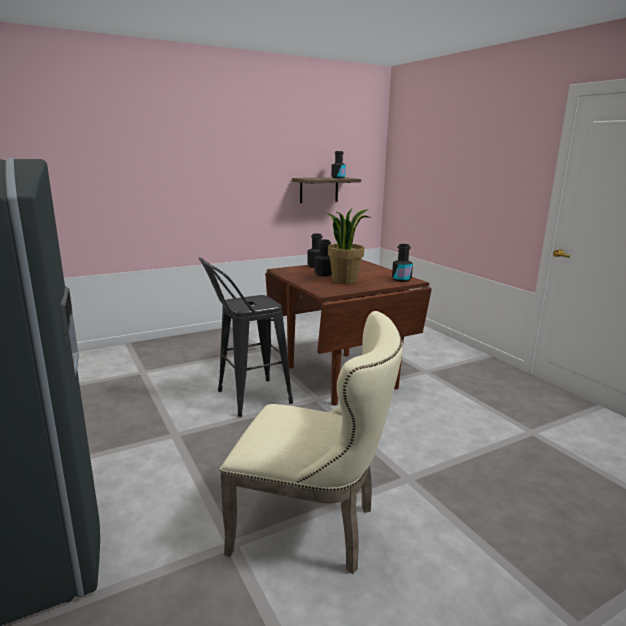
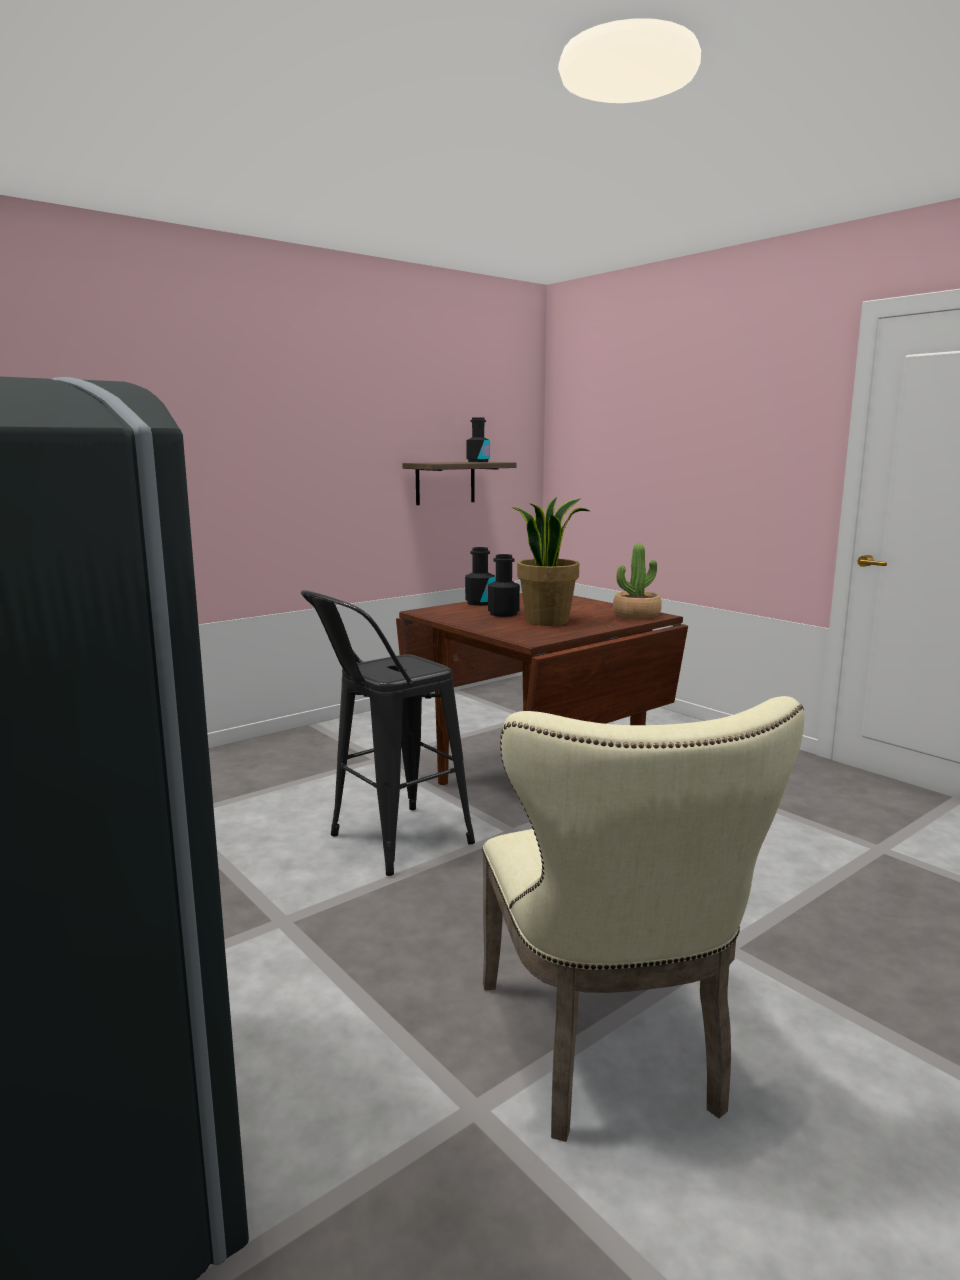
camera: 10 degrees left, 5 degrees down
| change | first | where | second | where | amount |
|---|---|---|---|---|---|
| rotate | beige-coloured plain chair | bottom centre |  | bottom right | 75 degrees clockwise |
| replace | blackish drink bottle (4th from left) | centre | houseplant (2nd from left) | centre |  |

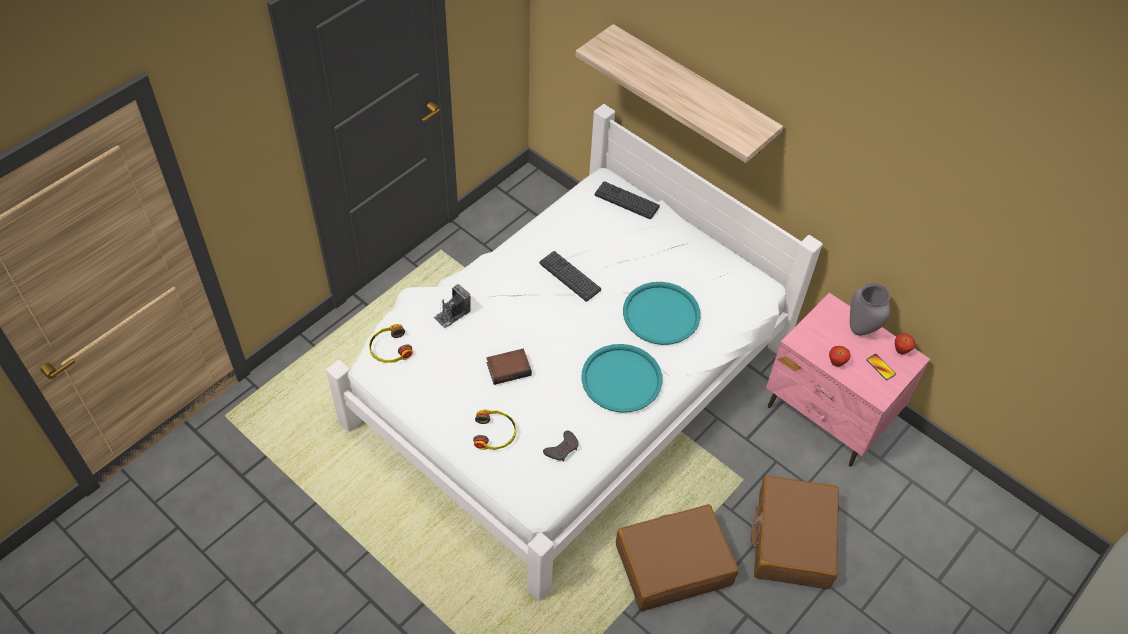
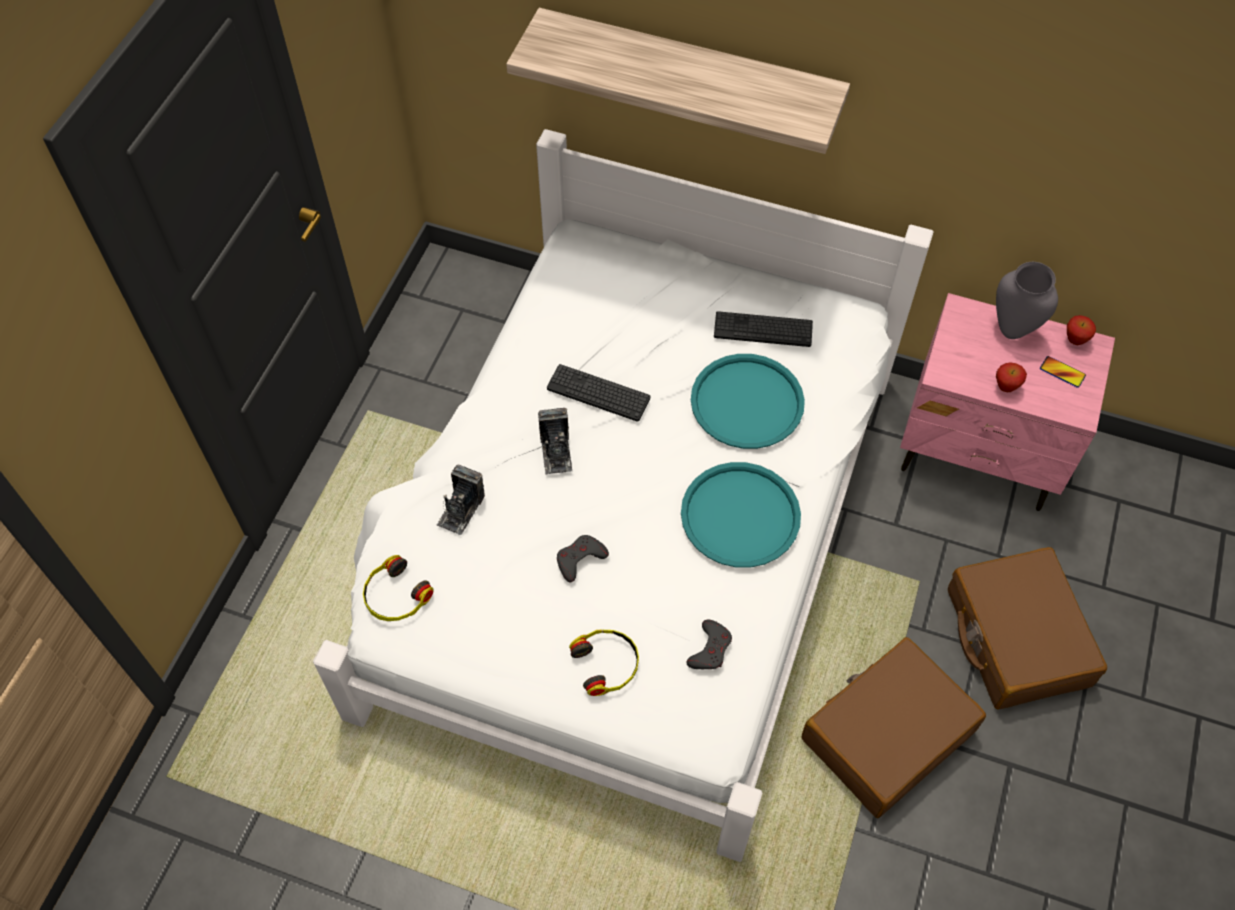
camera: 20 degrees left, 5 degrees up
| change | first | where | second | where | amount |
|---|---|---|---|---|---|
| insert |  |  | still camera (2nd from left) | centre |  |
| replace | volume | centre | gray game controller (1st from left) | centre |  |
| move | keyboard (2nd from left) | top centre |  | centre |  |

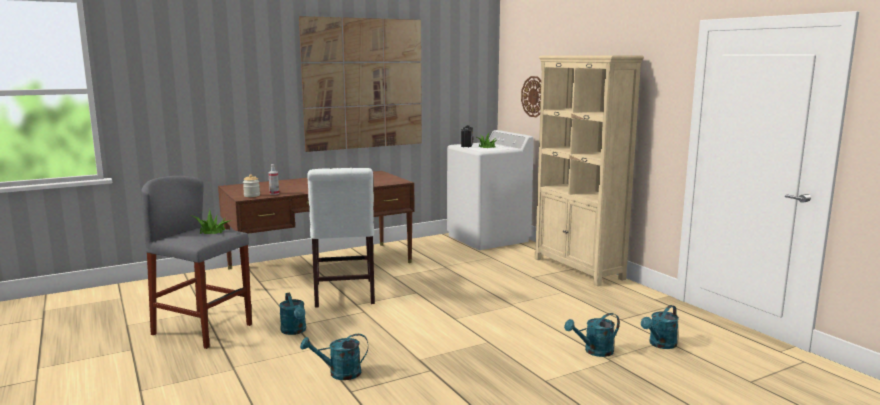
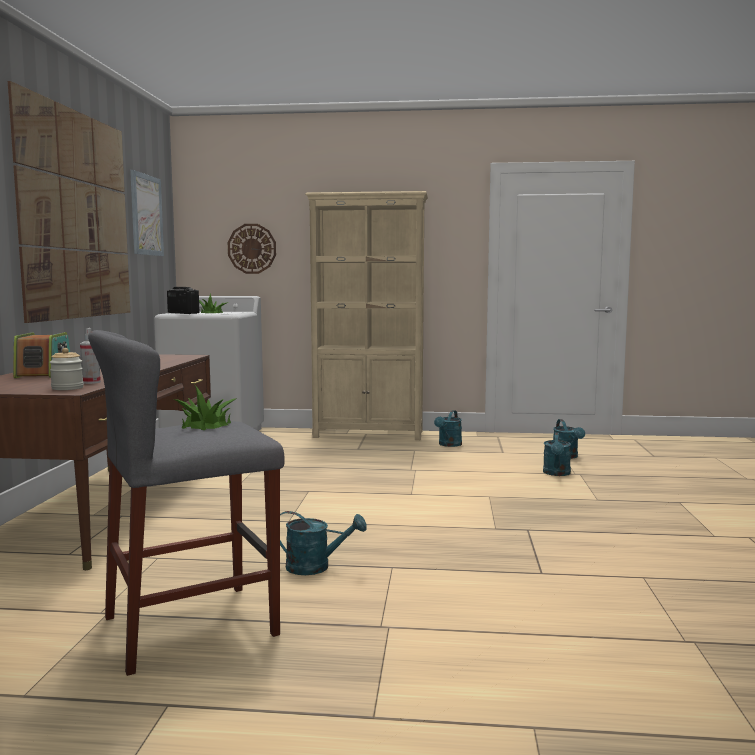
camera: 55 degrees left, 5 degrees down
| change | first | where | second | where | amount |
|---|---|---|---|---|---|
| insert |  |  | radio set (1st from left) | middle left |  |
| insert |  |  | wall picture (2nd from left) | top left |  |
| move | blue-green watering pot (2nd from left) | bottom centre |  | centre |  |
| delete | white-coloured plain chair | centre |  |  |  |

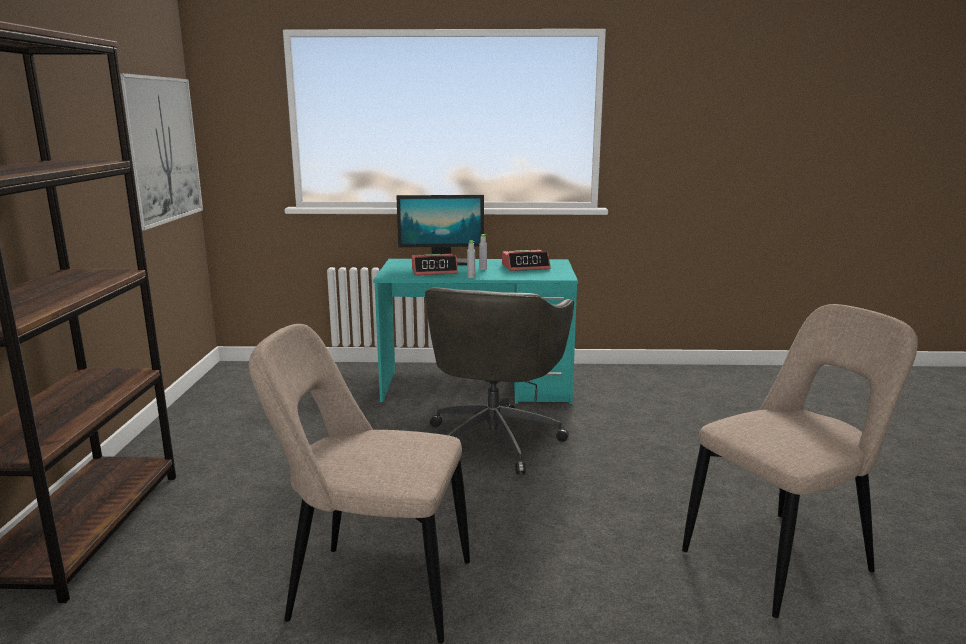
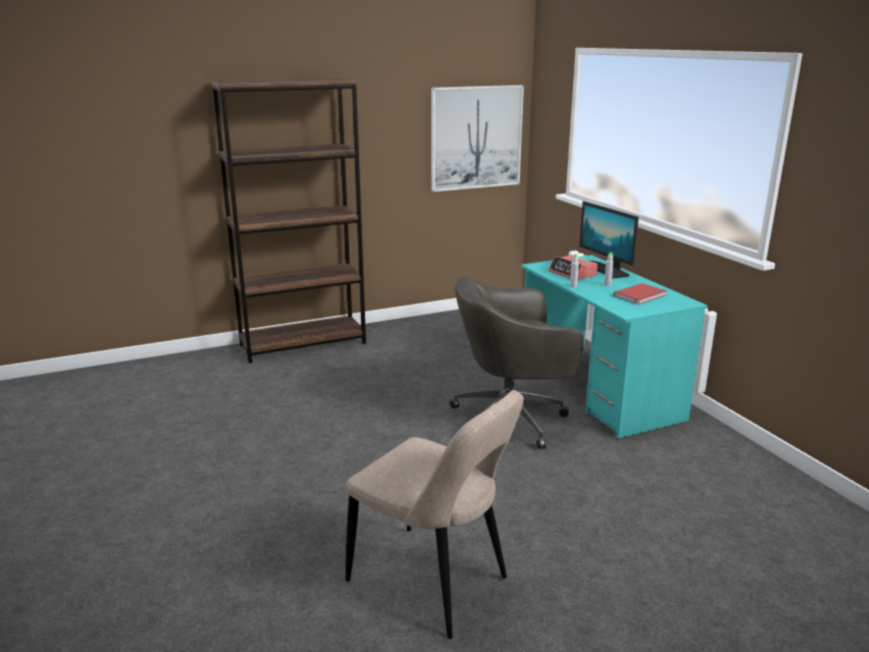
camera: 65 degrees right, 5 degrees up
| change | first | where | second | where | amount |
|---|---|---|---|---|---|
| replace | alarm clock (2nd from left) | centre | red-coloured volume | middle right |  |
| delete | beige-coloured plain chair (1st from left) | bottom centre |  |  |  |

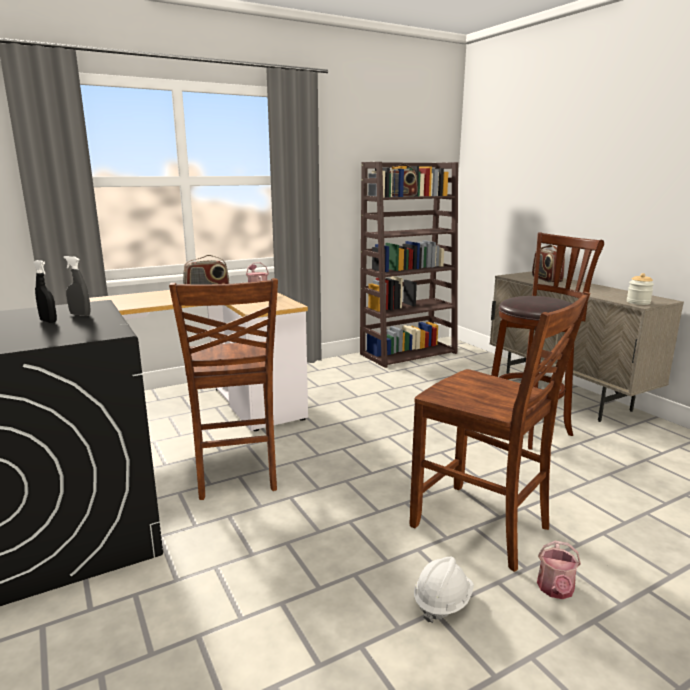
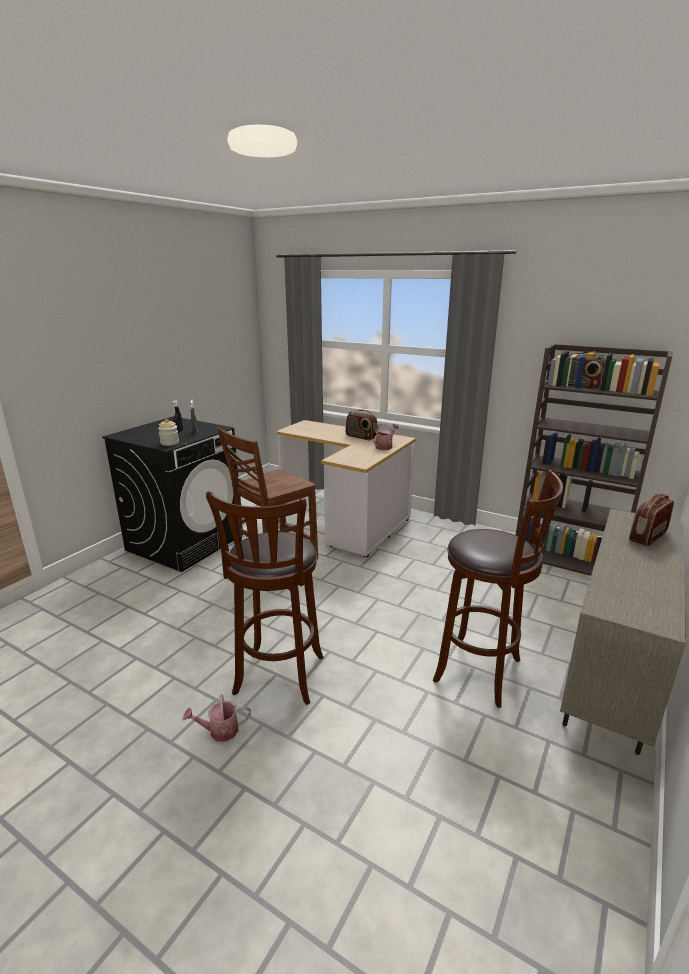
camera: 60 degrees right, 5 degrees up
| change | first | where | second | where | amount |
|---|---|---|---|---|---|
| move | preserve jar | middle right |  | middle left |  |
| replace | brownish plain chair (2nd from left) | middle right | brownish sitting stool (1st from left) | centre |  |
| delete | white-coloured hard hat | bottom centre |  |  |  |

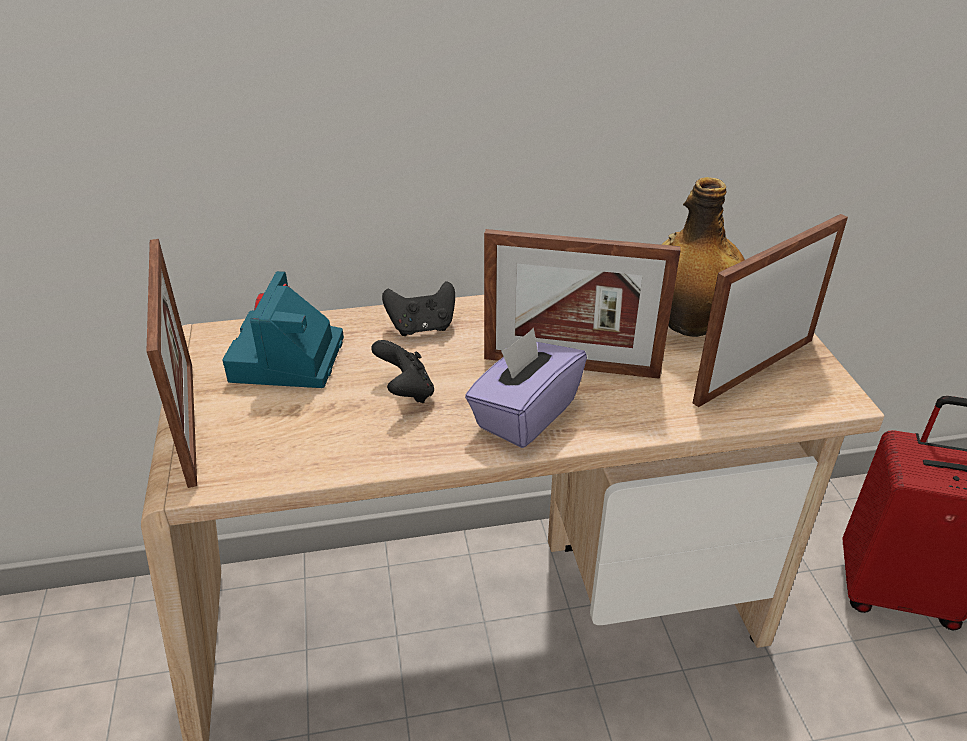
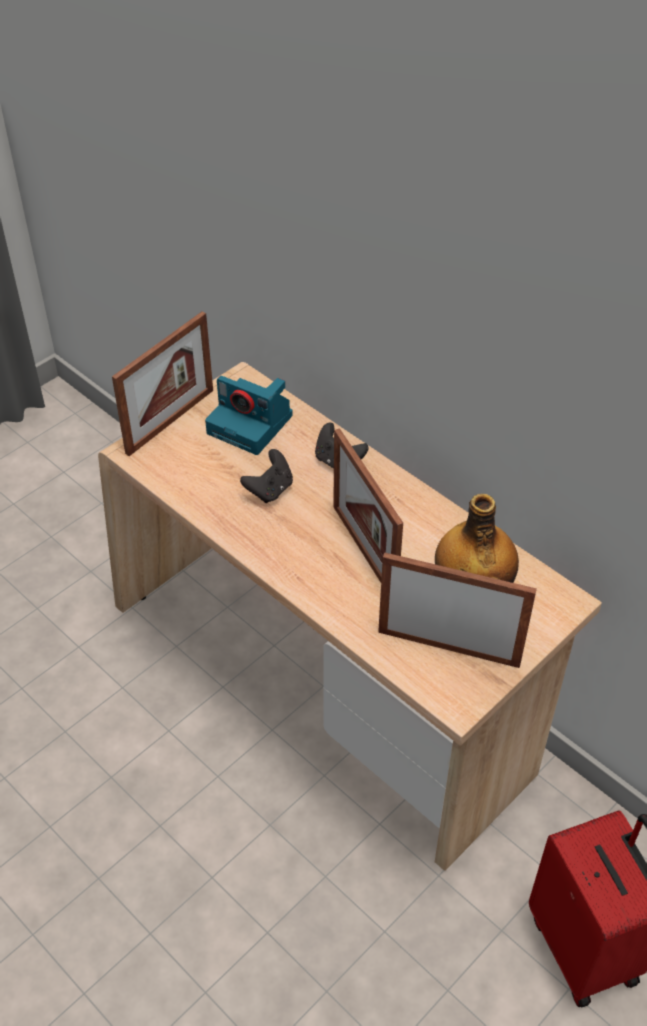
camera: 55 degrees right, 10 degrees up
| change | first | where | second | where | amount |
|---|---|---|---|---|---|
| rotate | still camera | middle left |  | centre | 120 degrees counterclockwise |
| delete | purple-coloured box of tissues | centre |  |  |  |

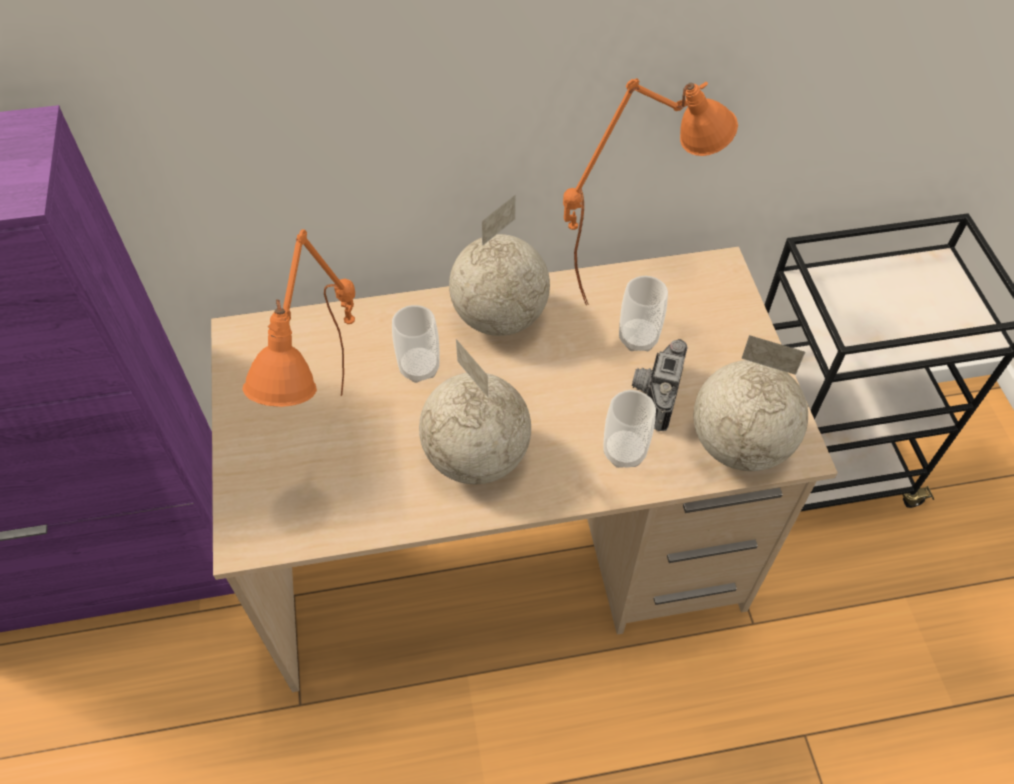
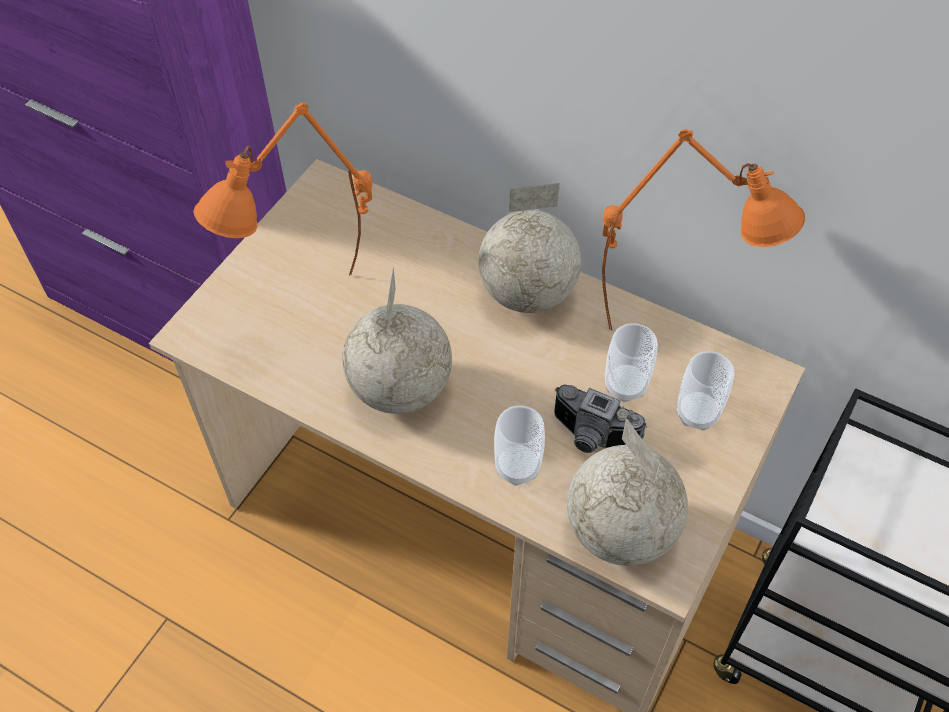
camera: 40 degrees right, 0 degrees up
| change | first | where | second | where | amount |
|---|---|---|---|---|---|
| rotate | still camera | centre |  | centre | 120 degrees counterclockwise |
| move | small cup (1st from left in the first image) | centre | small cup (3rd from left) | middle right |  |

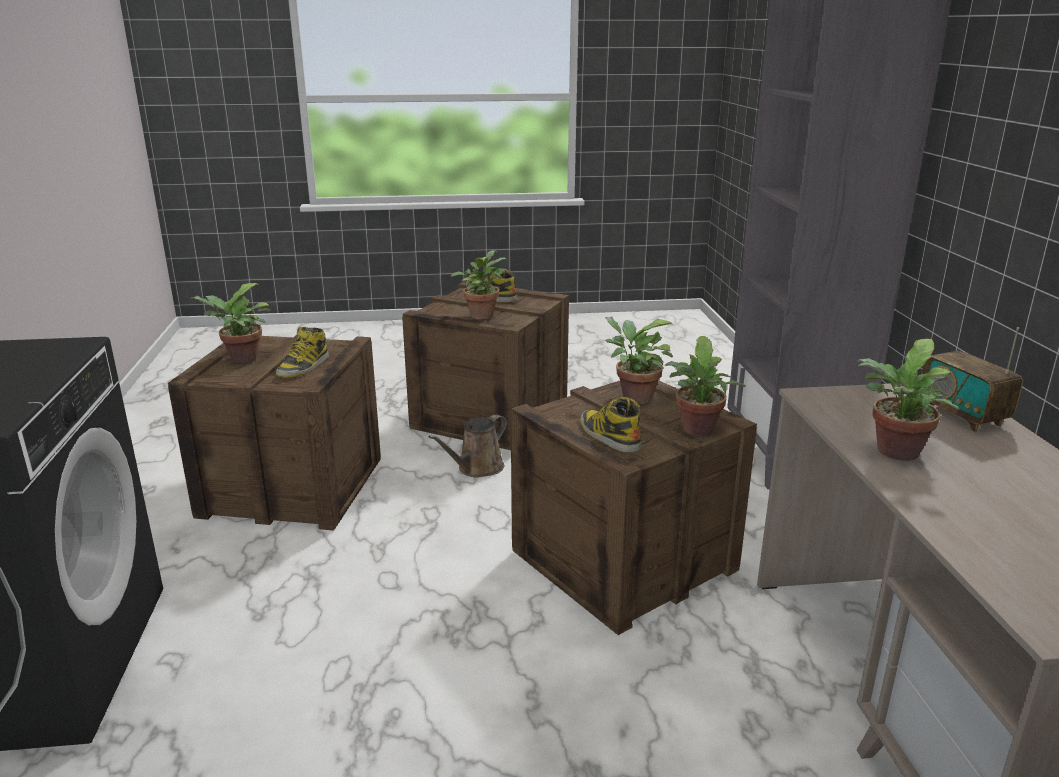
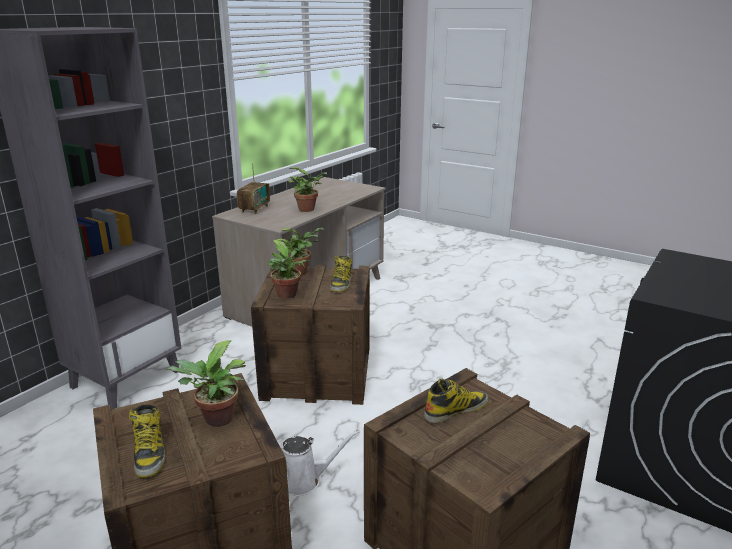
camera: 140 degrees left, 0 degrees up
| change | first | where | second | where | amount |
|---|---|---|---|---|---|
| recolor | brownish watering pot | centre | white-coloured watering pot | bottom centre |  |
| delete | houseplant (1st from left) | middle left |  |  |  |

